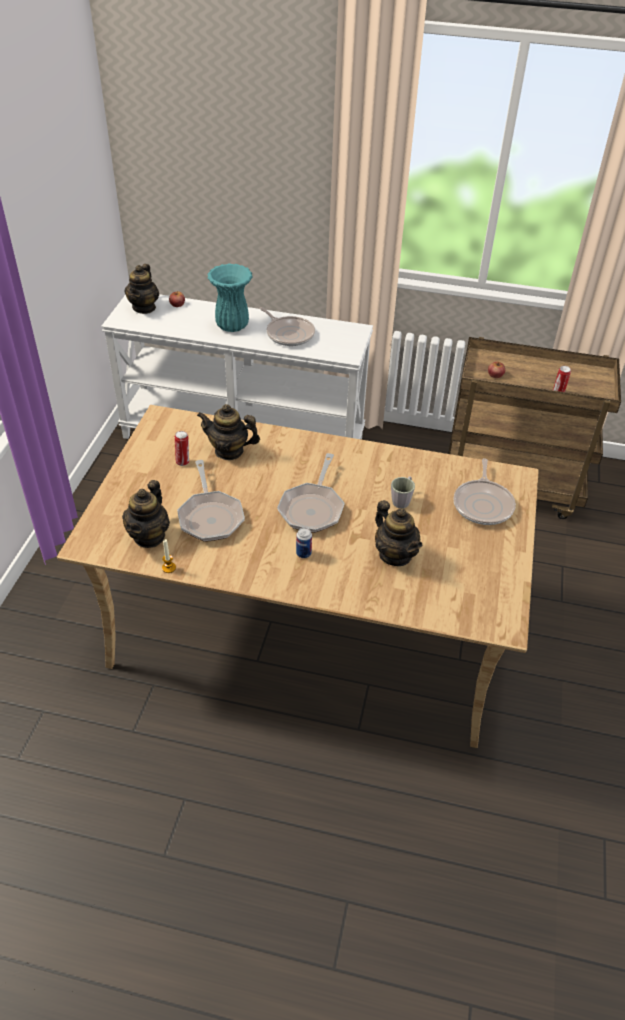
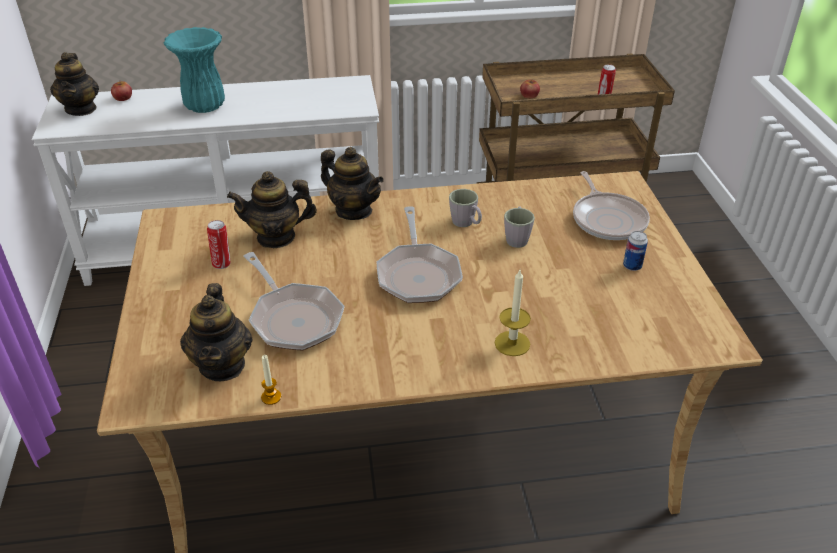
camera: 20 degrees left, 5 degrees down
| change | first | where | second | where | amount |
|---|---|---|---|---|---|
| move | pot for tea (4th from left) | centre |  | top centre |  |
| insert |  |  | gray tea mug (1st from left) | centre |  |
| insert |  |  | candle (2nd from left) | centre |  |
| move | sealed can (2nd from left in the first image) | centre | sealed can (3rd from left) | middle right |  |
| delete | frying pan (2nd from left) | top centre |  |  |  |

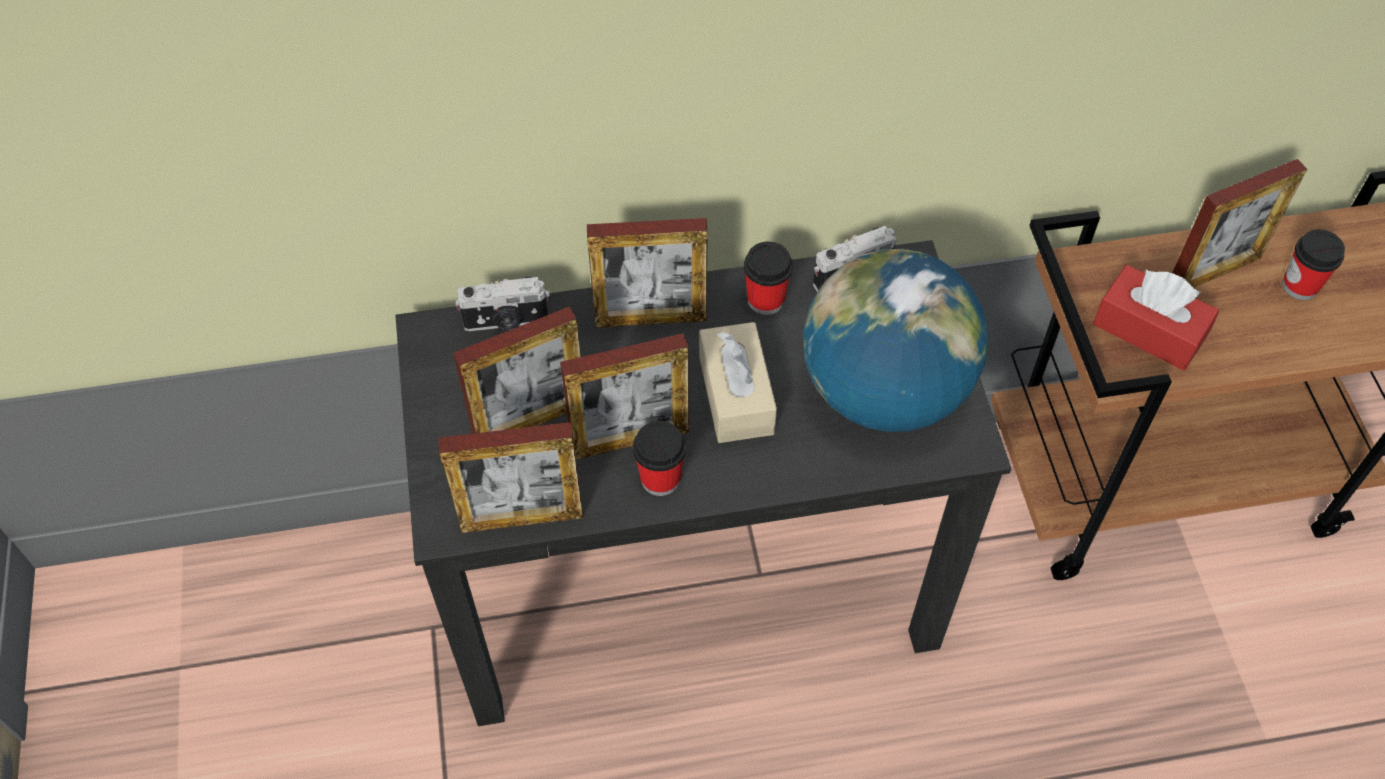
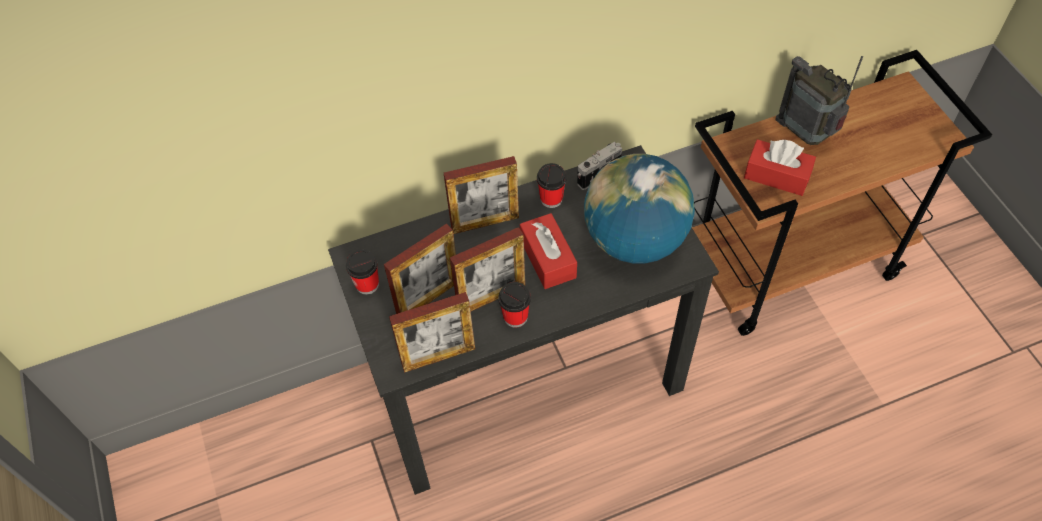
camera: 10 degrees left, 0 degrees up
| change | first | where | second | where | amount |
|---|---|---|---|---|---|
| move | small cup (3rd from left in the first image) | middle right | small cup (1st from left) | centre |  |
| recolor | beige-coloured box of tissues | centre | red-coloured box of tissues (1st from left) | centre |  |
| replace | photo frame (5th from left) | top right | radio set | top right |  |
| delete | still camera (1st from left) | centre |  |  |  |

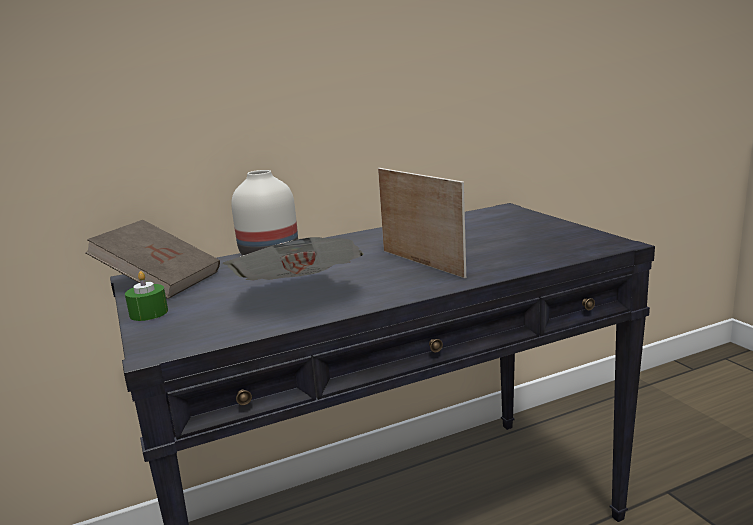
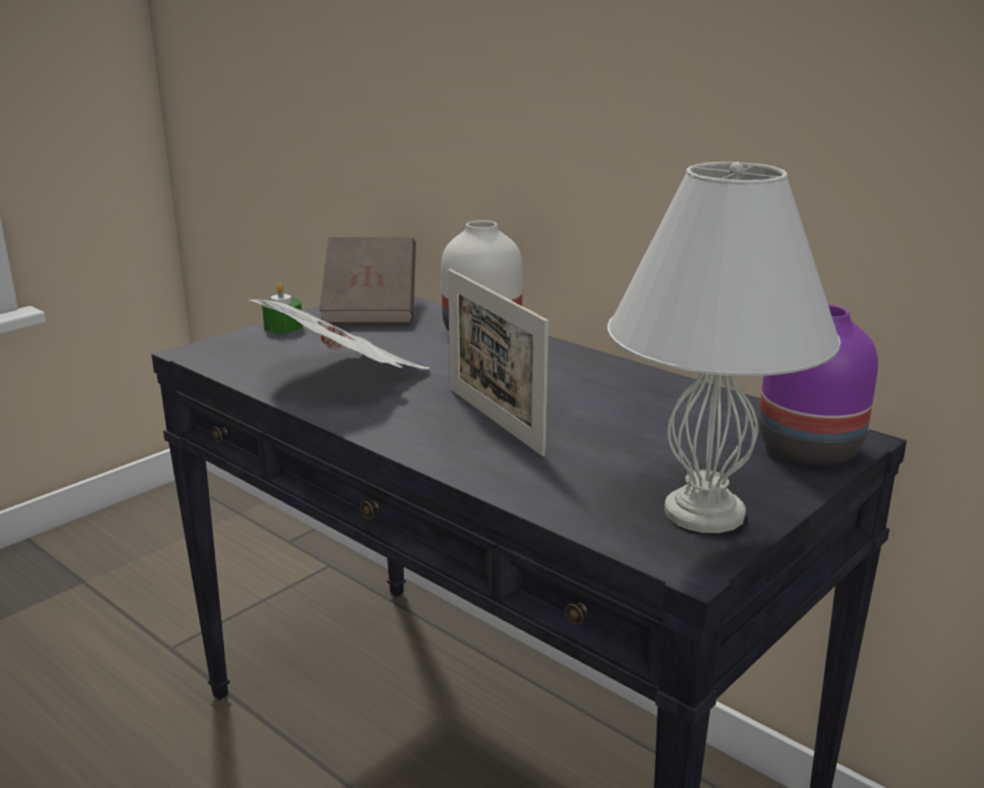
camera: 65 degrees right, 5 degrees up
| change | first | where | second | where | amount |
|---|---|---|---|---|---|
| rotate | photo frame | centre |  | centre | 120 degrees clockwise |
| insert |  |  | white-coloured tabletop lamp | middle right |  |
| insert |  |  | purple-coloured vase | middle right |  |

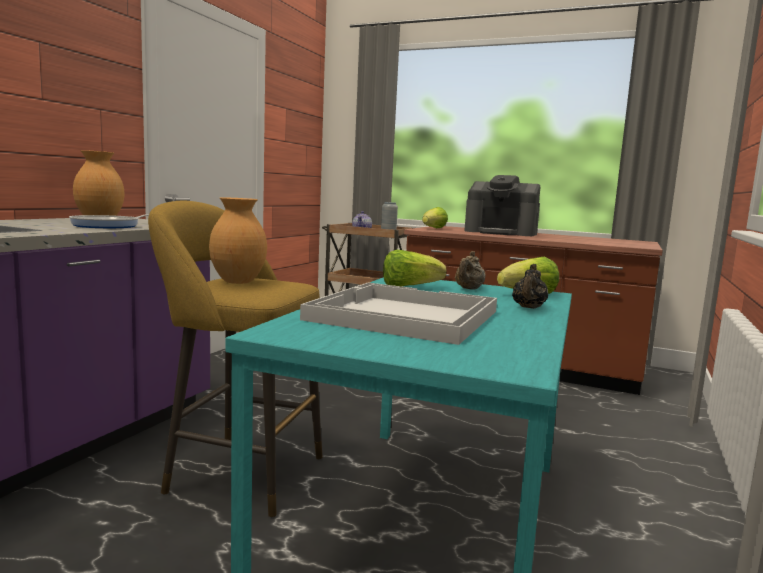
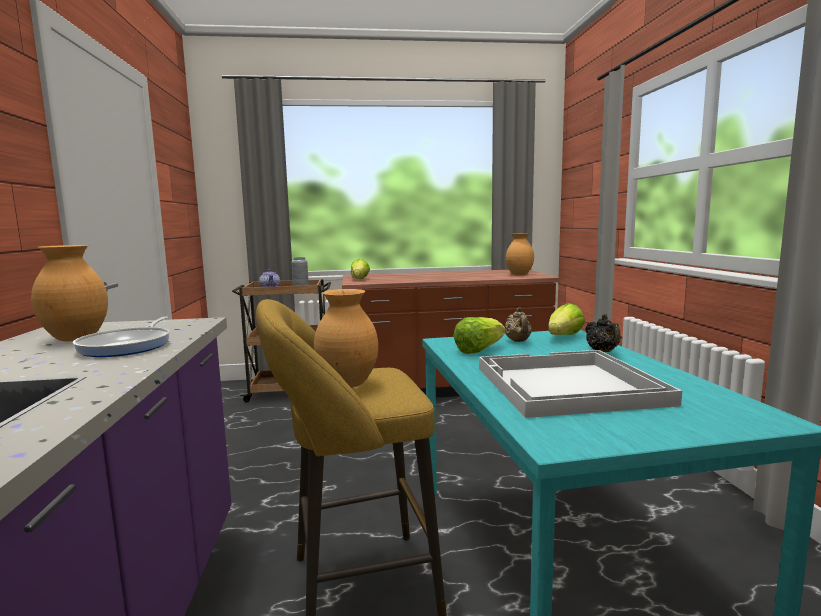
camera: 30 degrees left, 0 degrees up
| change | first | where | second | where | amount |
|---|---|---|---|---|---|
| insert |  |  | brownish vase (3rd from left) | centre |  |
| delete | coffee maker | centre |  |  |  |

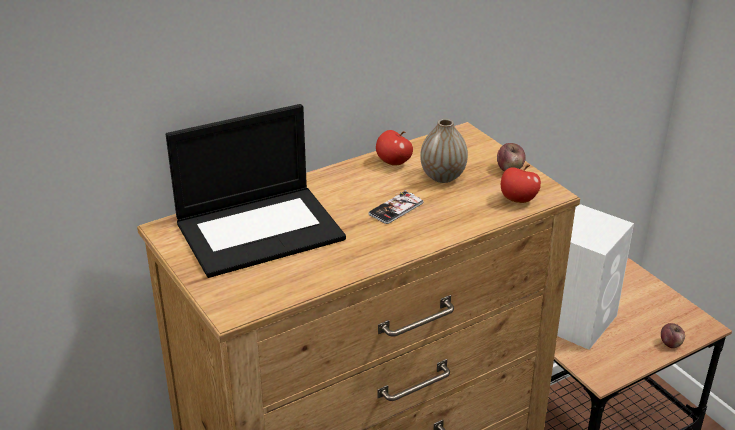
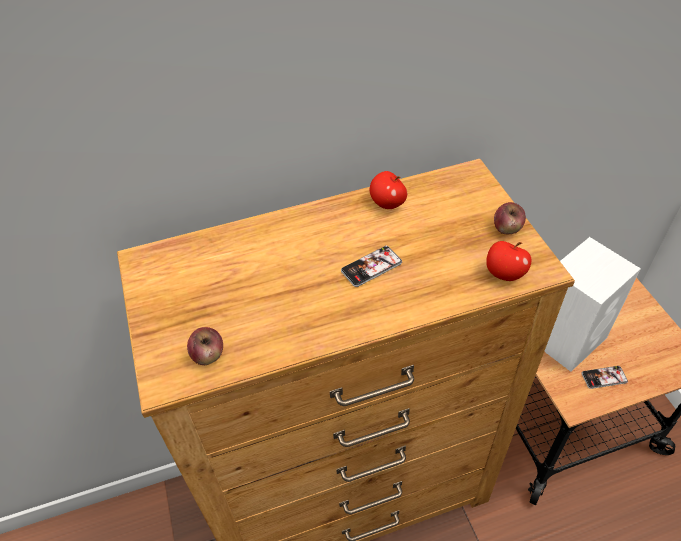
camera: 15 degrees right, 15 degrees up
| change | first | where | second | where | amount |
|---|---|---|---|---|---|
| move | apple fruit (4th from left in the first image) | bottom right | apple fruit (1st from left) | middle left |  |
| insert |  |  | handset (2nd from left) | bottom right |  |
| delete | notebook computer | centre |  |  |  |
| delete | vase | centre |  |  |  |

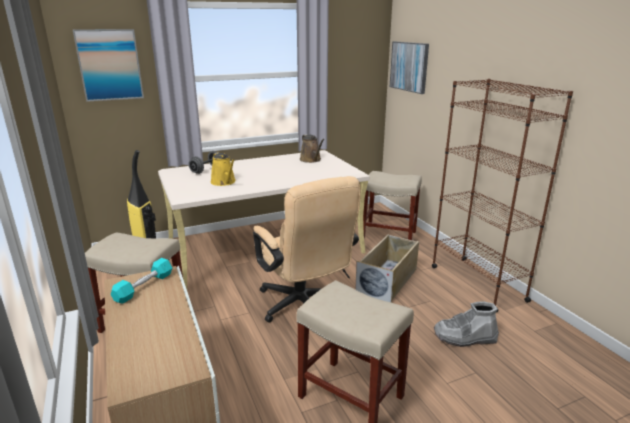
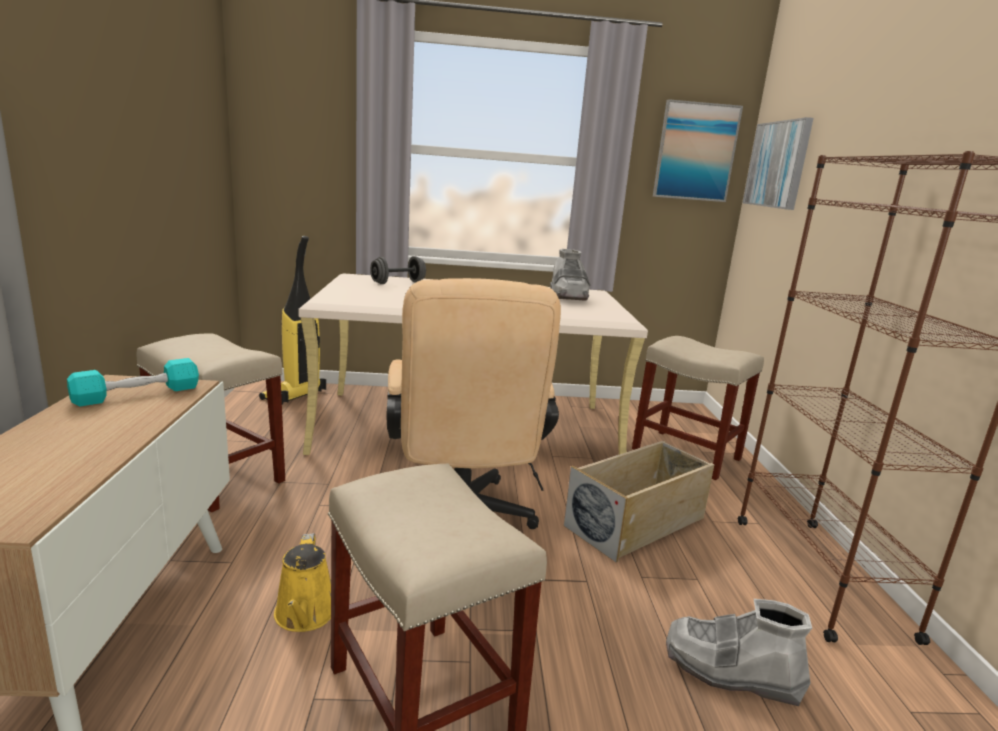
camera: 20 degrees right, 5 degrees down
| change | first | where | second | where | amount |
|---|---|---|---|---|---|
| move | yellowish watering pot | centre |  | bottom left |  |
| replace | brownish watering pot | centre | gray high-top boot (1st from left) | centre |  |
| move | wall picture (1st from left) | top left |  | top right |  |

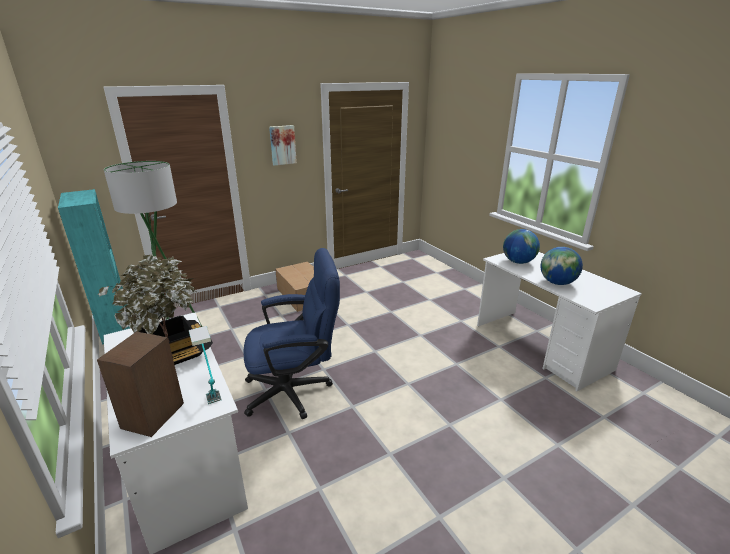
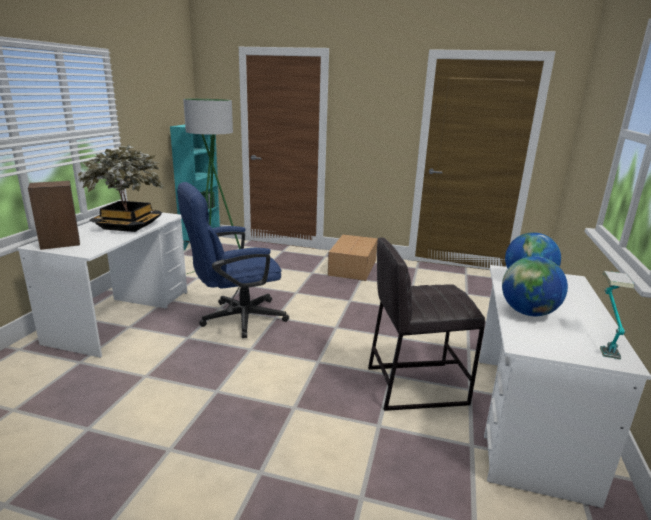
camera: 45 degrees right, 5 degrees down
| change | first | where | second | where | amount |
|---|---|---|---|---|---|
| rotate | blue-coloured computer chair | centre |  | centre | 120 degrees clockwise |
| insert |  |  | gray sitting stool | centre |  |
| move | tabletop lamp | middle left |  | middle right |  |
| delete | wall picture | top centre |  |  |  |

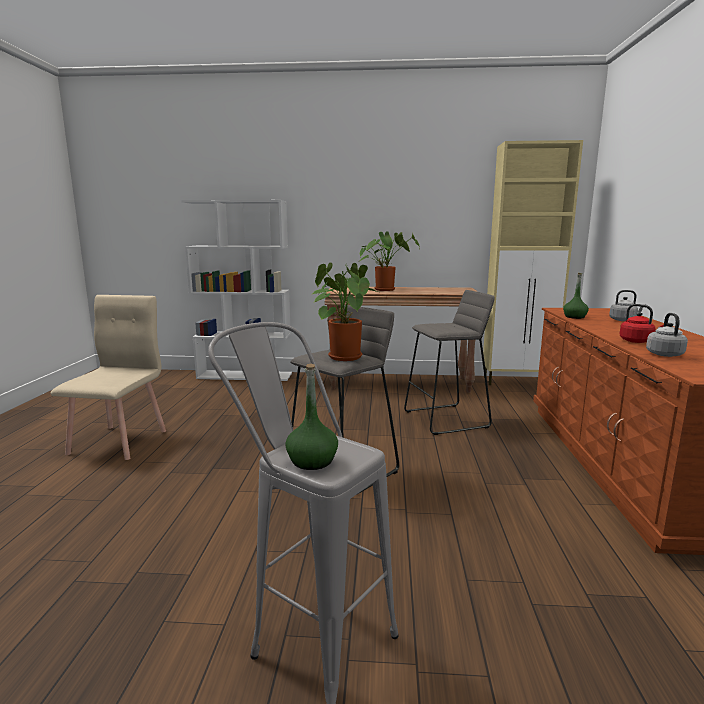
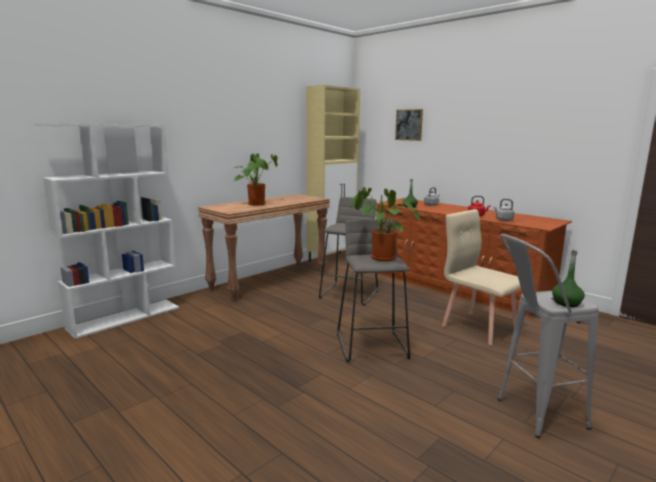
camera: 50 degrees left, 0 degrees up
| change | first | where | second | where | amount |
|---|---|---|---|---|---|
| insert |  |  | wall picture | top centre |  |
| move | beige-coloured plain chair | middle left |  | middle right |  |

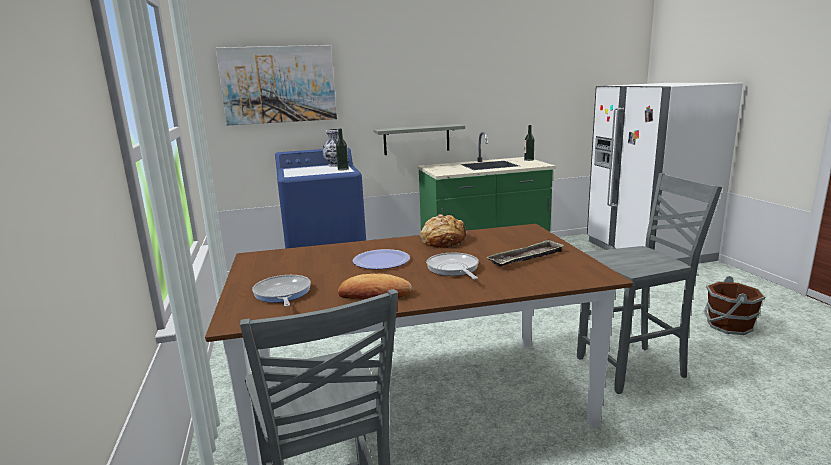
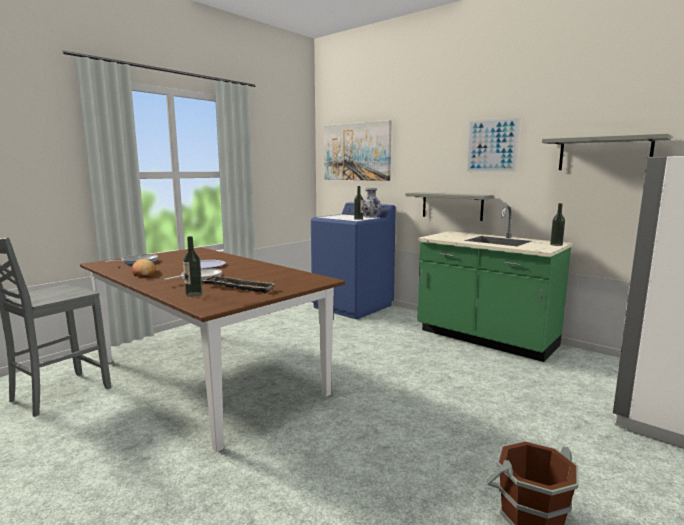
camera: 55 degrees right, 5 degrees down
| change | first | where | second | where | amount |
|---|---|---|---|---|---|
| insert |  |  | drink bottle (1st from left) | middle left |  |
| insert |  |  | wall picture (2nd from left) | top right |  |
| insert |  |  | gray wall shelf (2nd from left) | top right |  |
| delete | baked bread (2nd from left) | centre |  |  |  |
| delete | gray plain chair (2nd from left) | middle right |  |  |  |

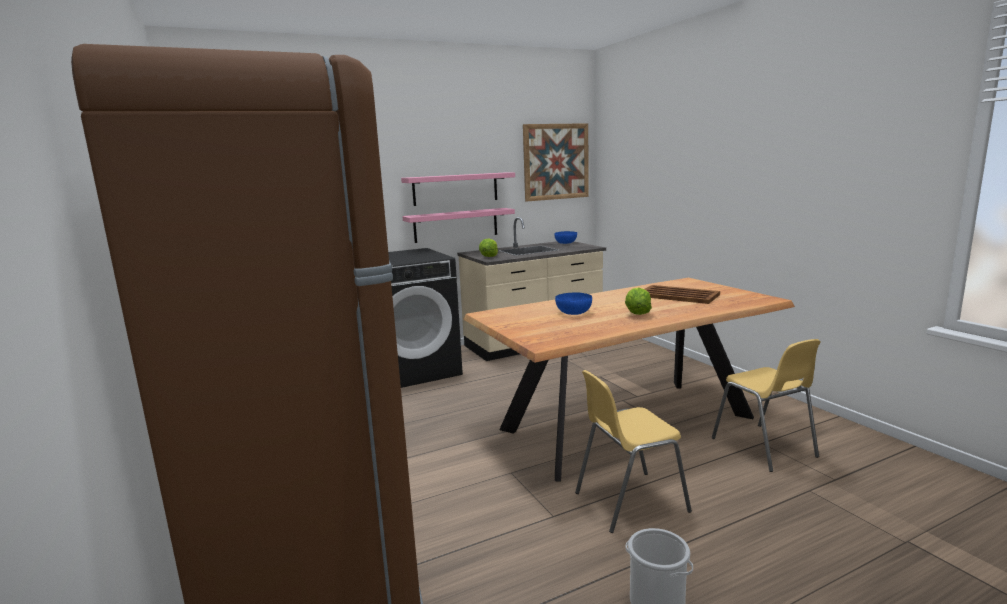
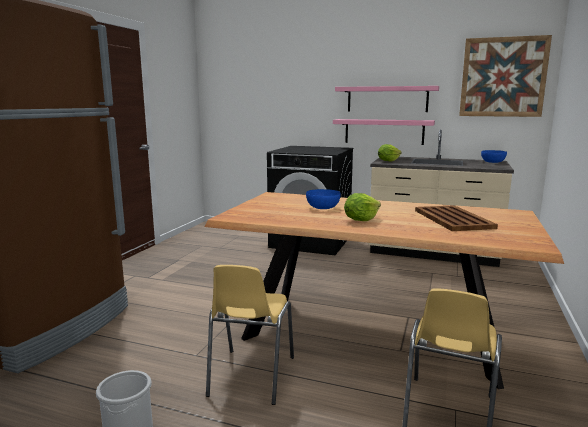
camera: 45 degrees right, 0 degrees up
| change | first | where | second | where | amount |
|---|---|---|---|---|---|
| rotate | yellowish plain chair (1st from left) | bottom centre |  | bottom centre | 105 degrees counterclockwise |

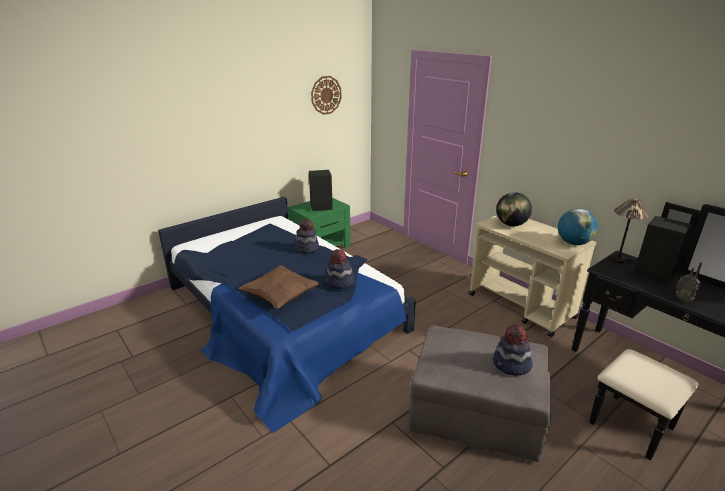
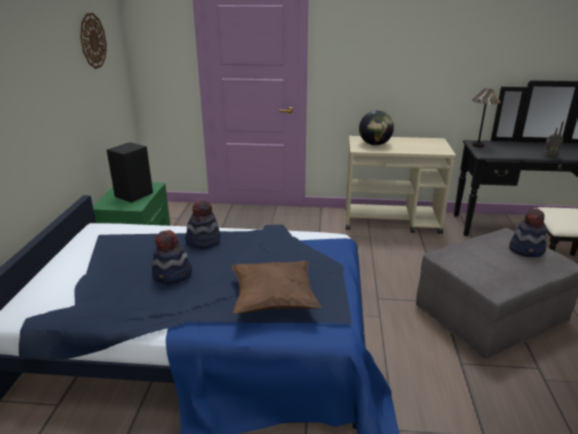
camera: 45 degrees left, 0 degrees up
| change | first | where | second | where | amount |
|---|---|---|---|---|---|
| move | hat (2nd from left in the first image) | centre | hat (1st from left) | middle left |  |
| delete | globe (2nd from left) | middle right |  |  |  |
| delete | blackish loudspeaker (2nd from left) | middle right |  |  |  |

